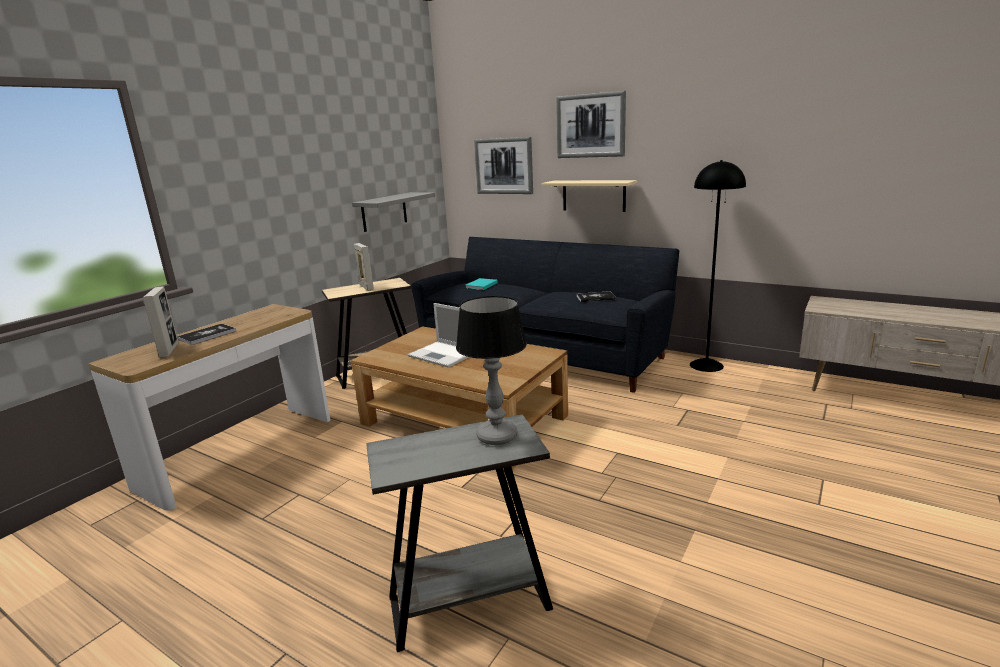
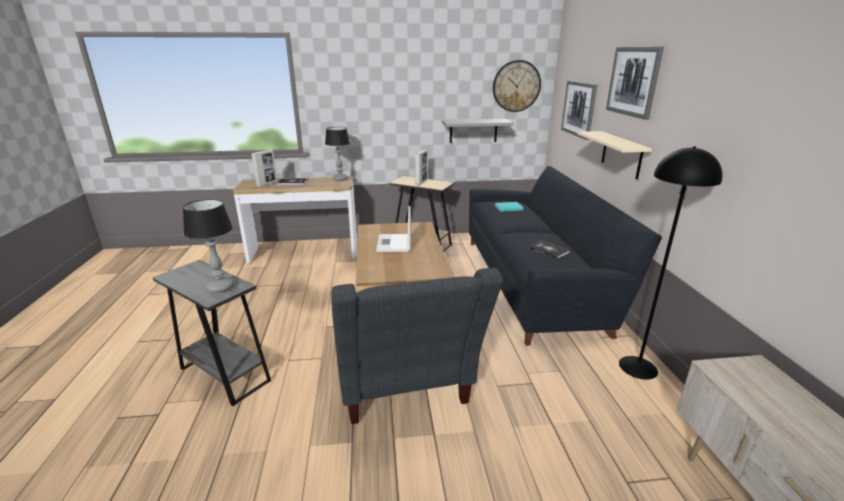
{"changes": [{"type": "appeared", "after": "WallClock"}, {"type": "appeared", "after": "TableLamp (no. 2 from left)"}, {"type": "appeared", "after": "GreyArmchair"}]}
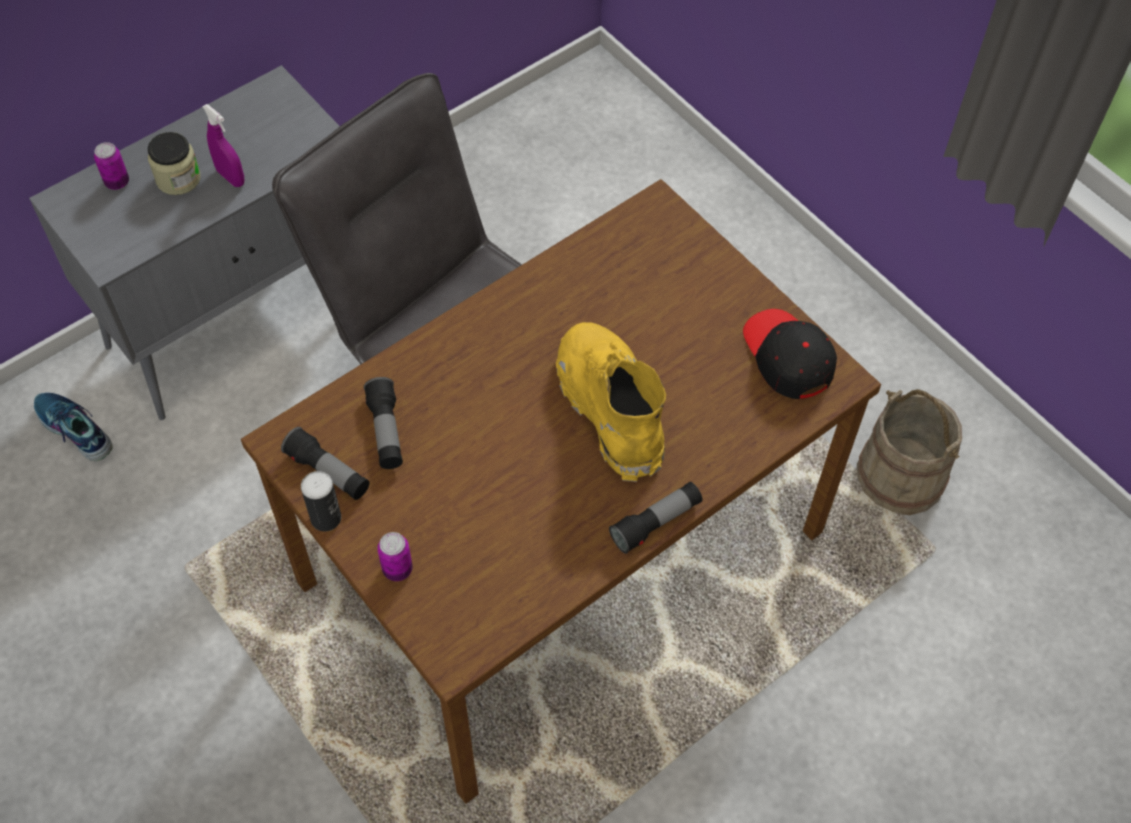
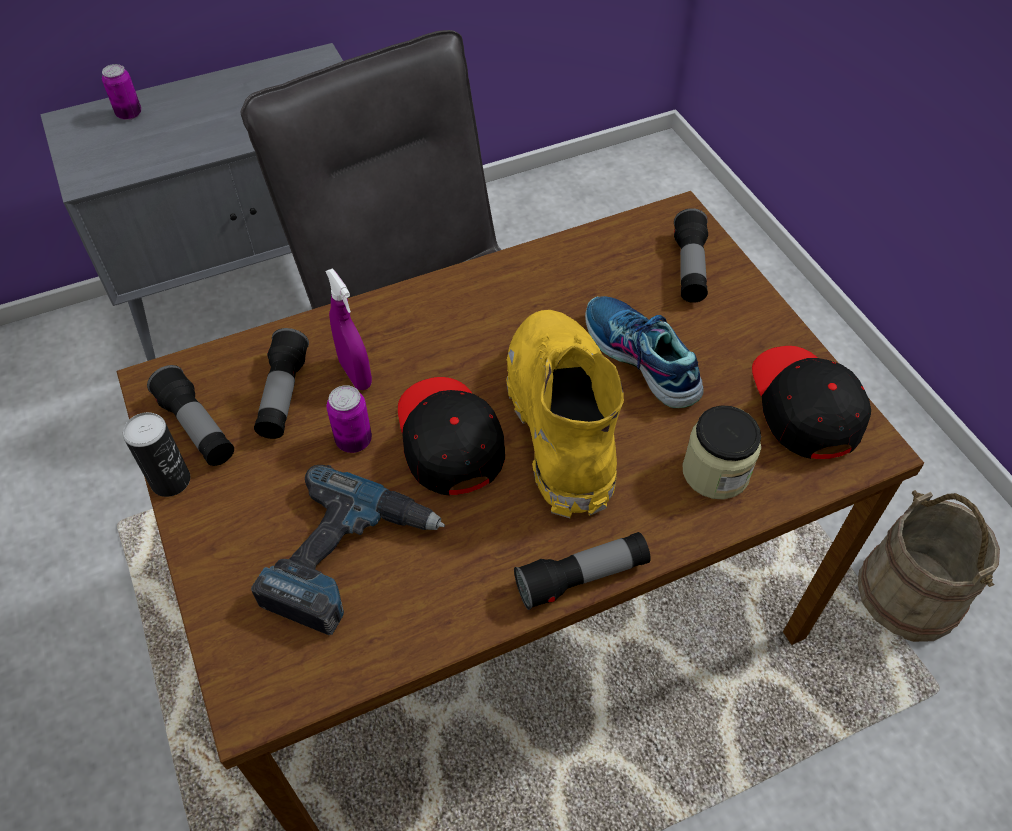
{"changes": [{"type": "relocated", "before": "PurpleSprayBottle"}, {"type": "relocated", "before": "Jar"}, {"type": "relocated", "before": "Shoe"}, {"type": "relocated", "before": "Can (no. 3 from left)"}, {"type": "appeared", "after": "Flashlight (no. 4 from left)"}, {"type": "appeared", "after": "BlackCap (no. 1 from left)"}, {"type": "appeared", "after": "PowerDrill"}]}
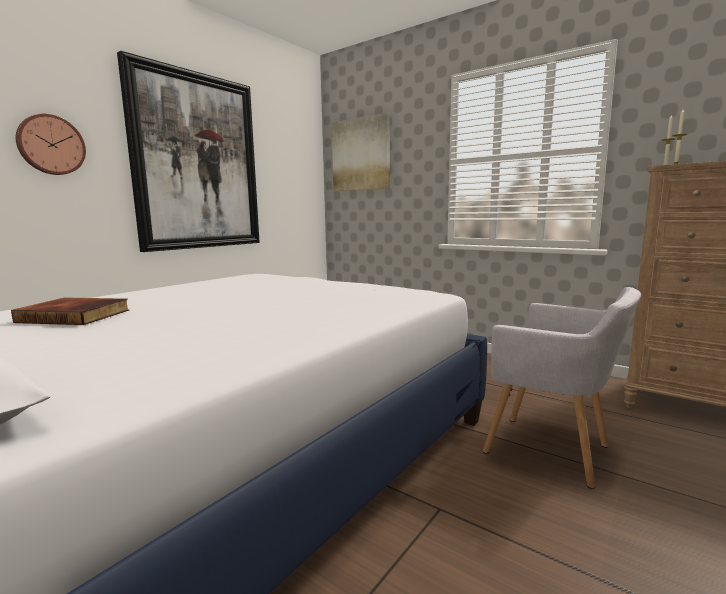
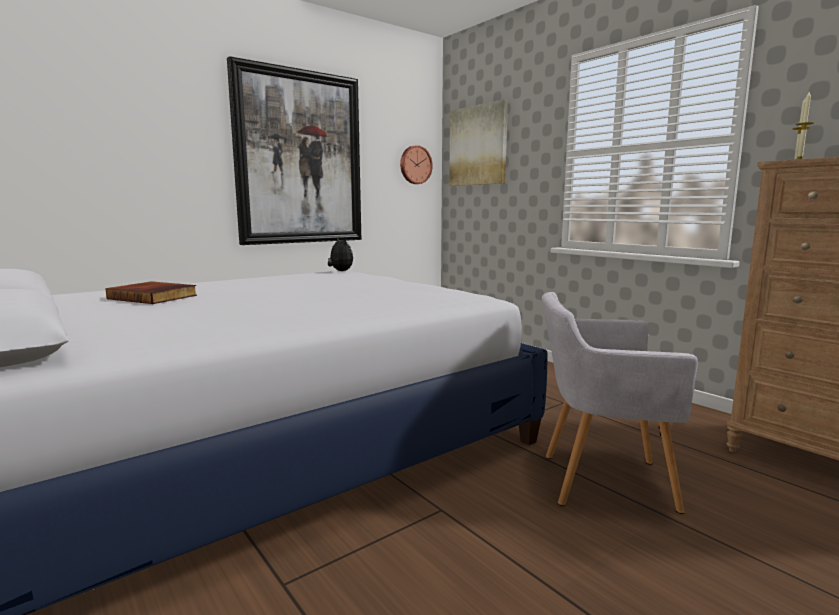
{"changes": [{"type": "relocated", "before": "WallClock"}, {"type": "spun", "before": "GreyArmchair", "turn": 135}, {"type": "appeared", "after": "PlushToy"}]}
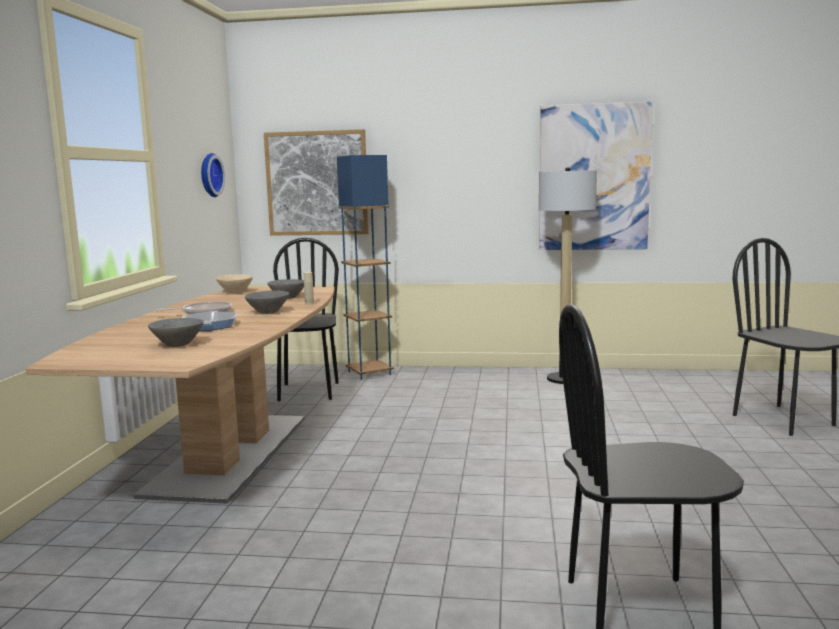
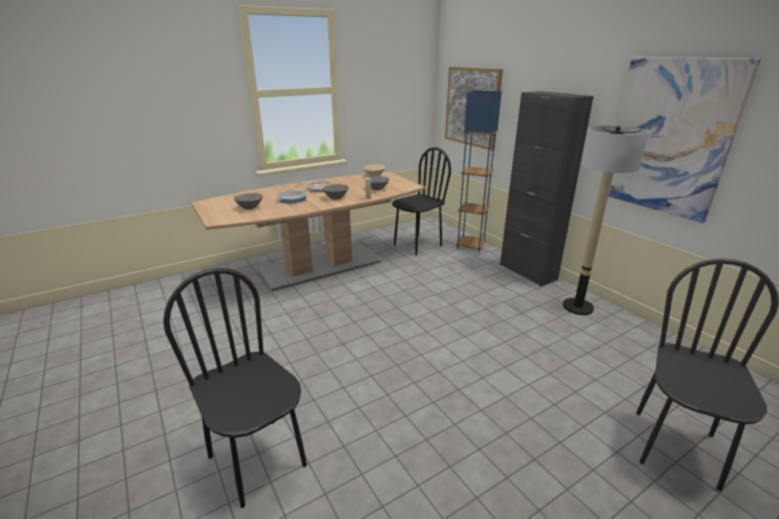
{"changes": [{"type": "missing", "before": "WallClock"}, {"type": "appeared", "after": "BlackCabinet"}]}
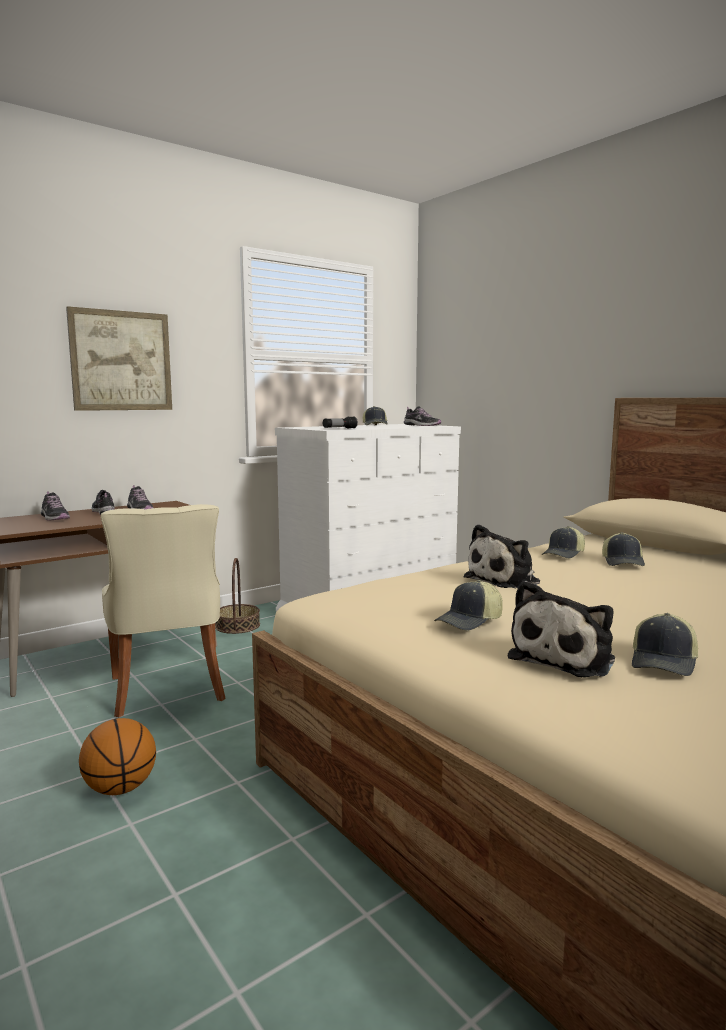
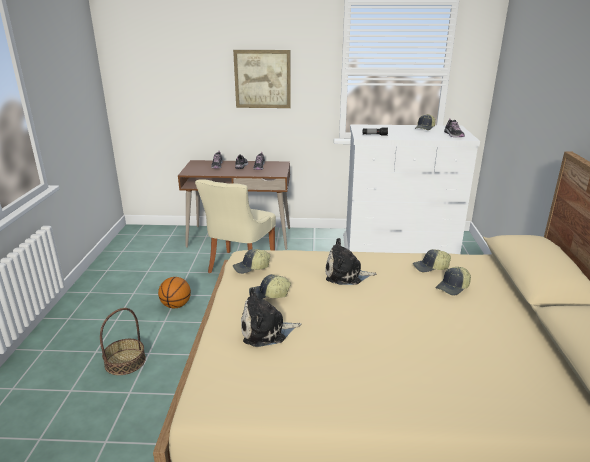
{"changes": [{"type": "relocated", "before": "Basket"}, {"type": "relocated", "before": "Cap (no. 5 from left in the first image)", "after": "Cap (no. 1 from left)"}]}
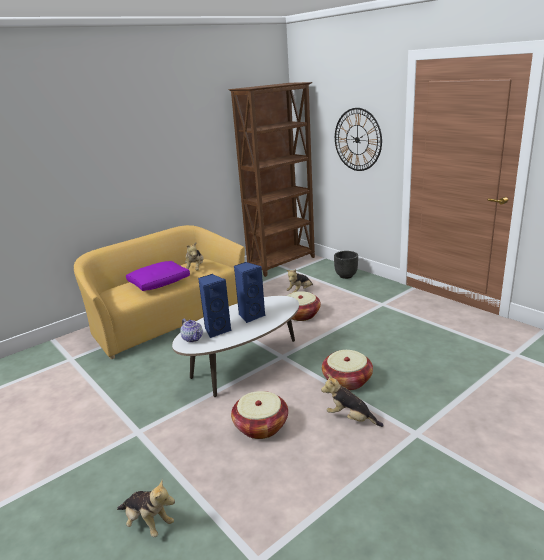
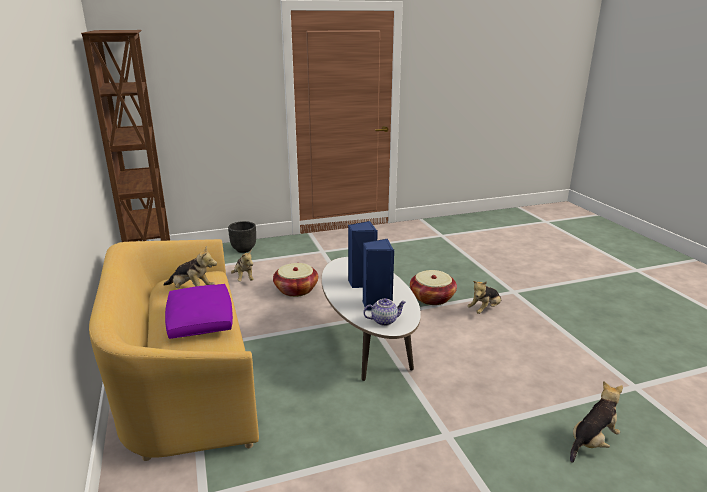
{"changes": [{"type": "missing", "before": "WallClock"}, {"type": "missing", "before": "Basket (no. 1 from left)"}]}
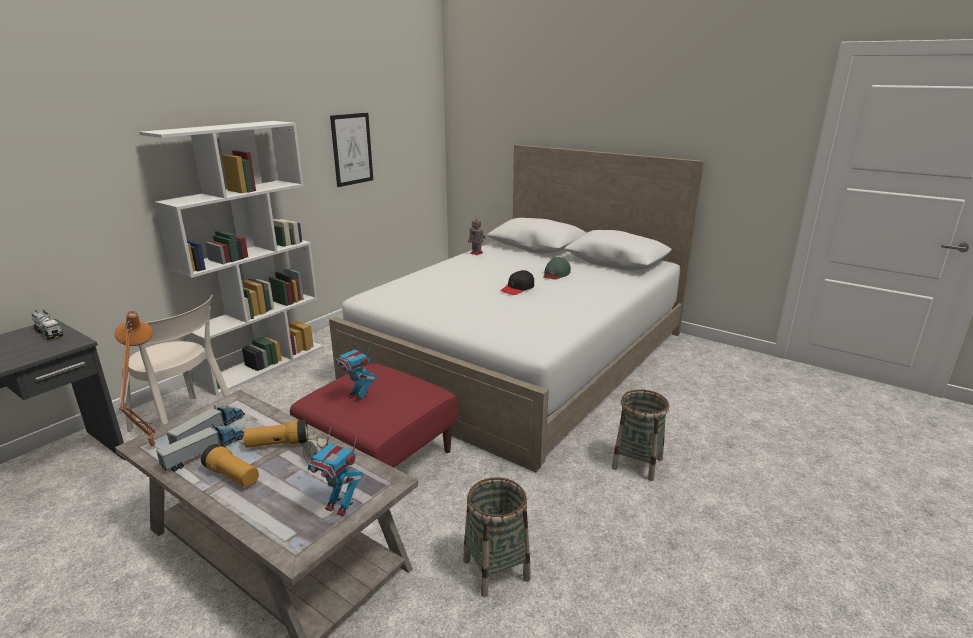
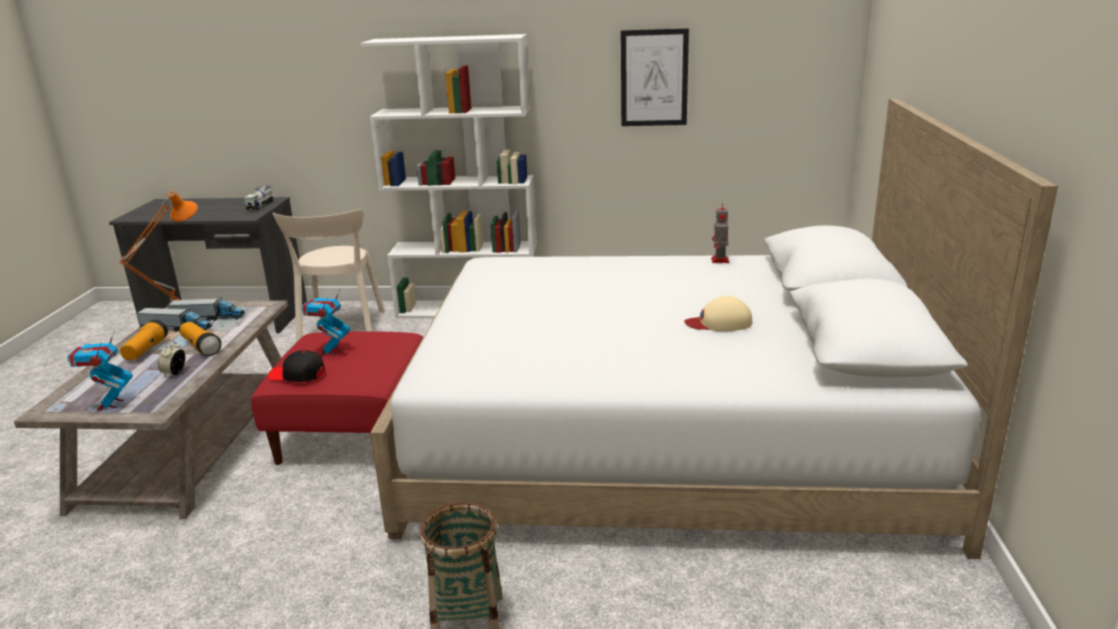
{"changes": [{"type": "colour", "before": "GreenCap", "after": "BeigeCap"}, {"type": "relocated", "before": "BlackCap"}, {"type": "missing", "before": "Basket (no. 1 from left)"}]}
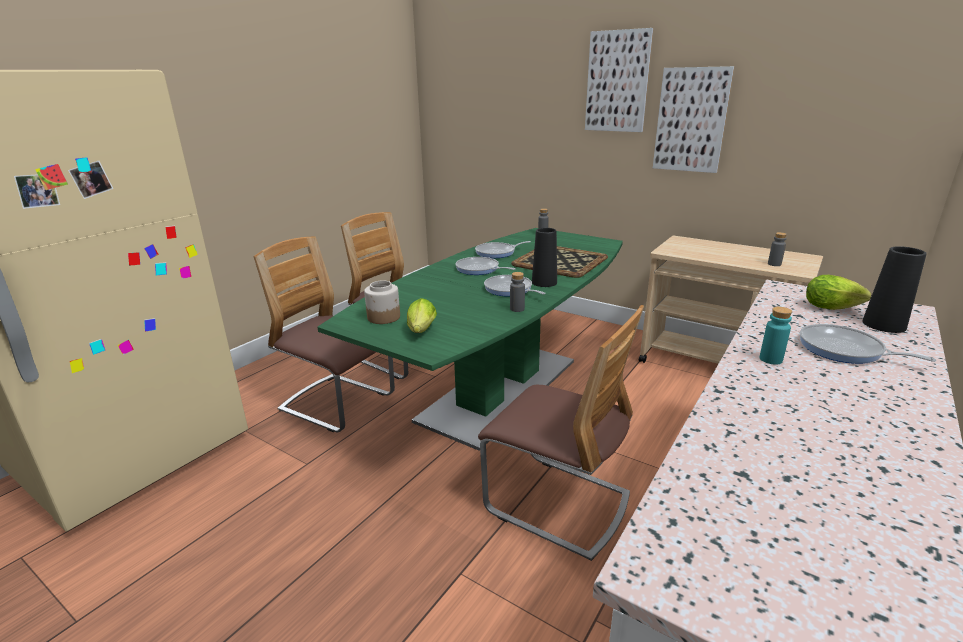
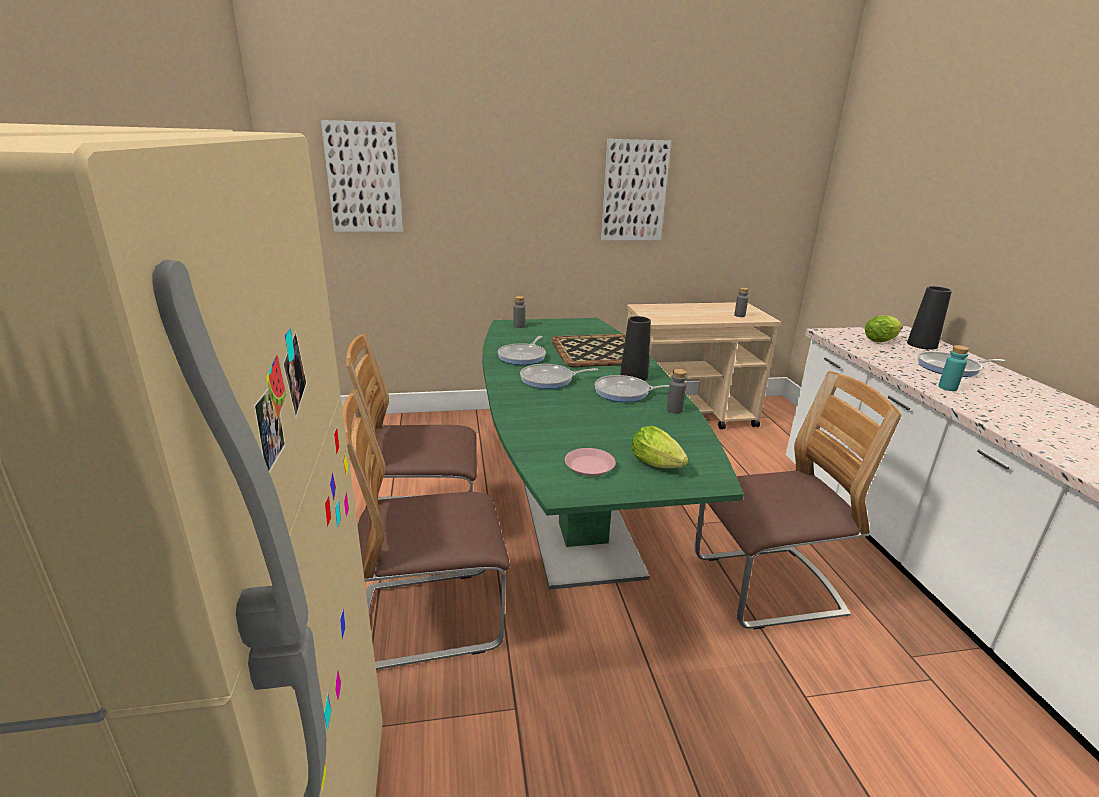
{"changes": [{"type": "relocated", "before": "Picture (no. 1 from left)"}, {"type": "exchanged", "before": "Jar", "after": "PinkPlate"}]}
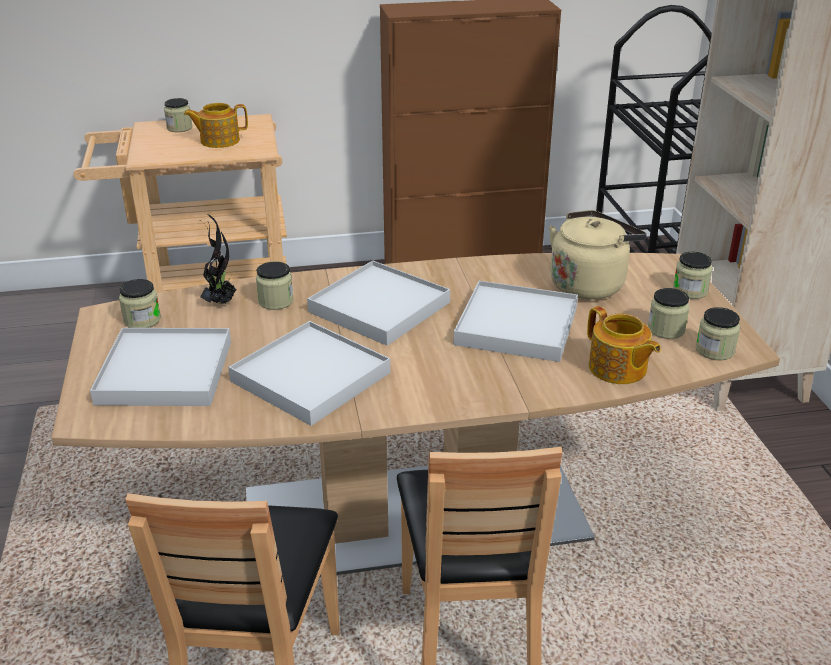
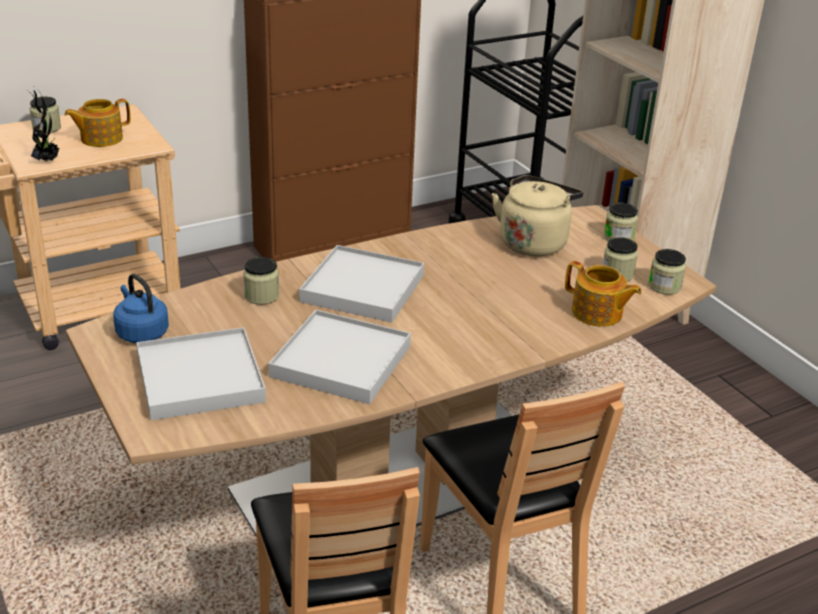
{"changes": [{"type": "relocated", "before": "PottedPlant"}, {"type": "exchanged", "before": "Jar (no. 1 from left)", "after": "BlueKettle"}, {"type": "missing", "before": "WhiteTray (no. 4 from left)"}]}
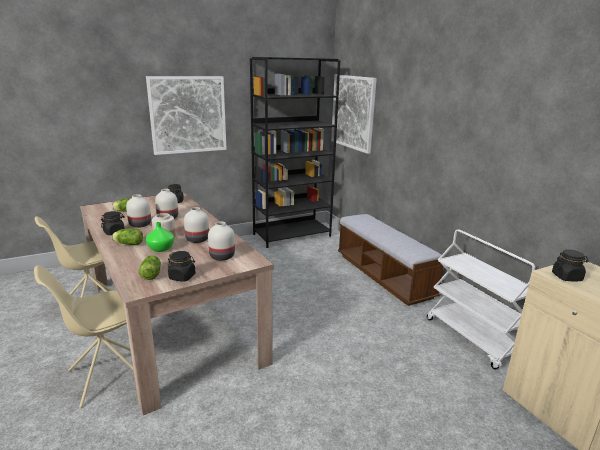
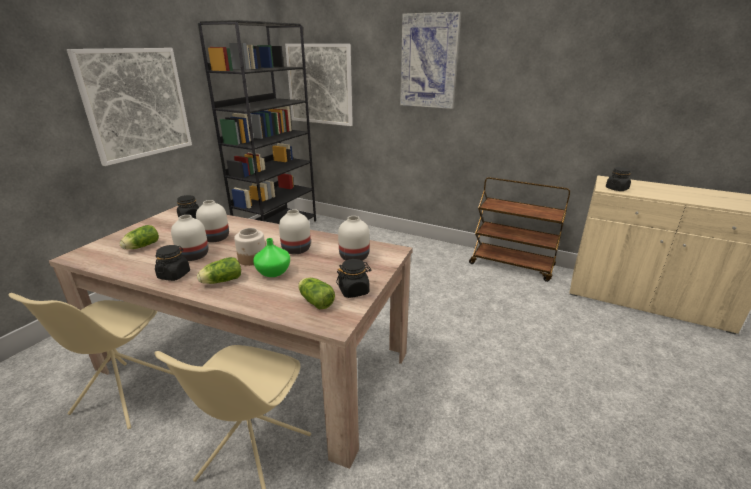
{"changes": [{"type": "missing", "before": "Bench"}, {"type": "colour", "before": "WhiteCart", "after": "BrownCart"}, {"type": "appeared", "after": "Picture (no. 3 from left)"}]}
